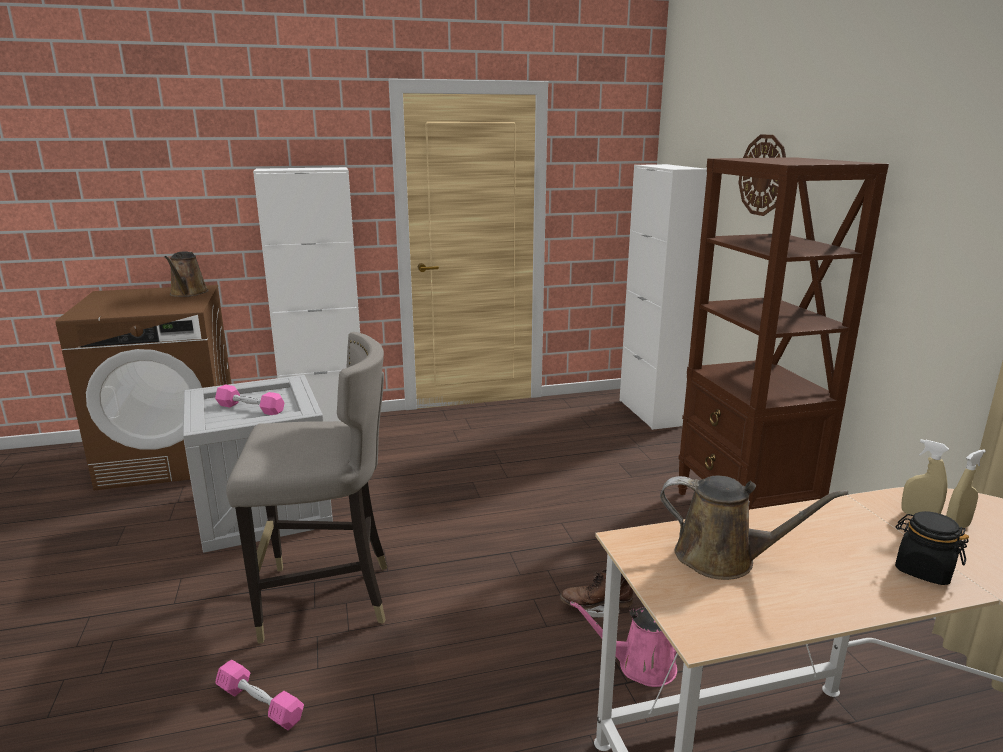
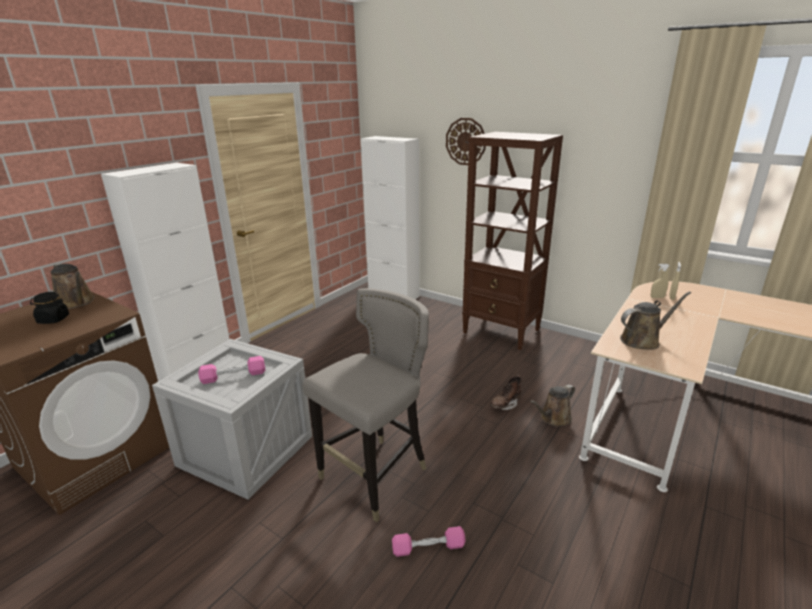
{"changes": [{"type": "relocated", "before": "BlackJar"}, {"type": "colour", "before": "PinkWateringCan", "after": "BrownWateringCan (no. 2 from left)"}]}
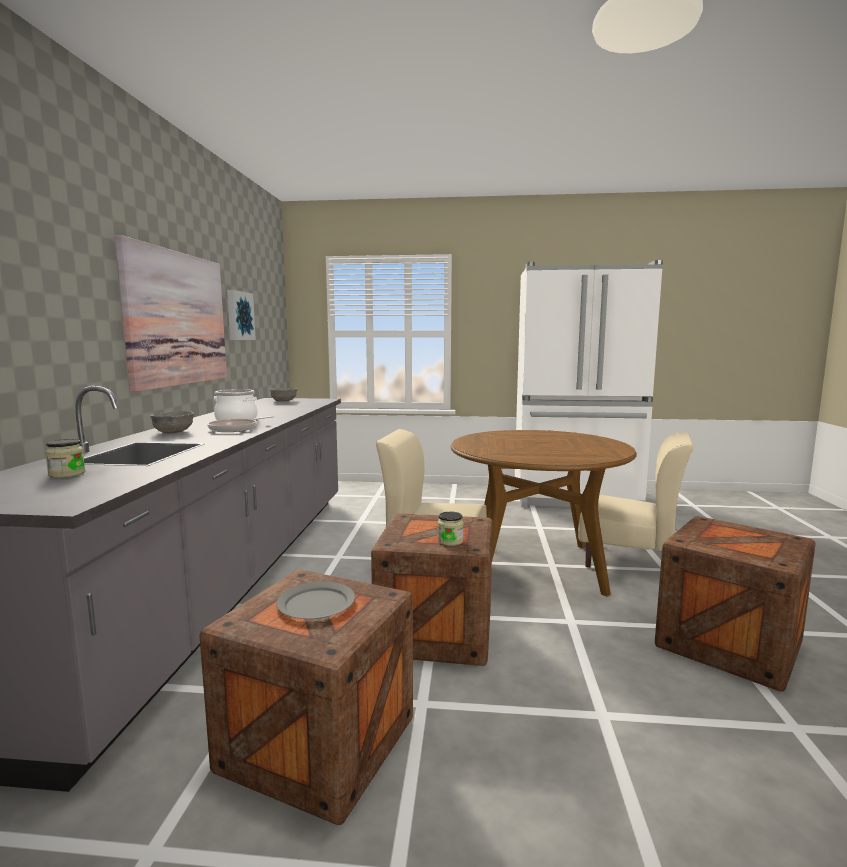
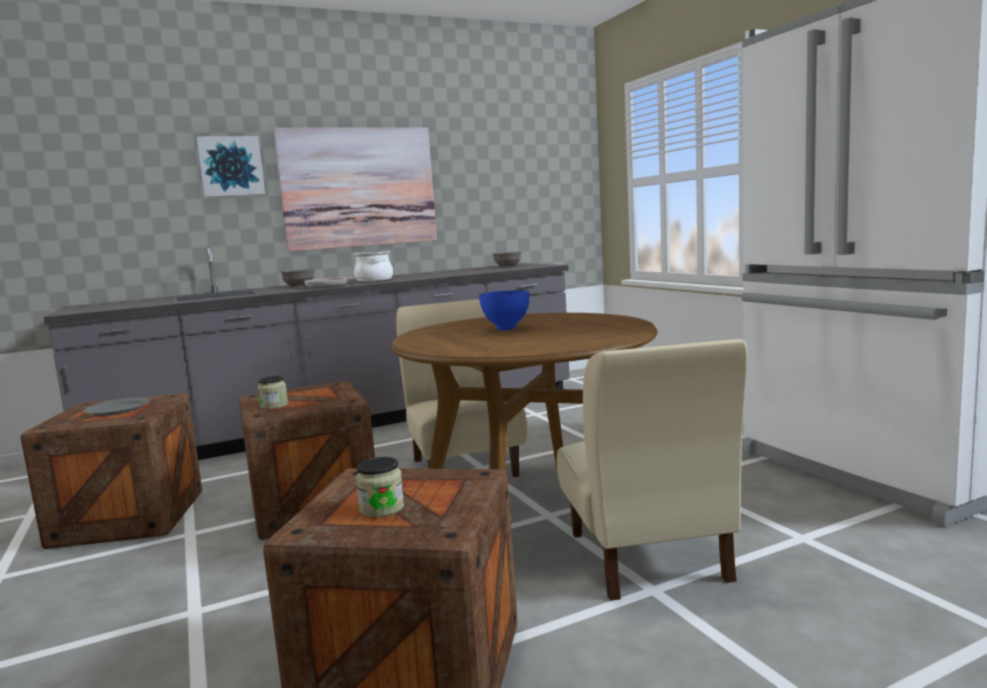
{"changes": [{"type": "relocated", "before": "Picture (no. 2 from left in the first image)", "after": "Picture (no. 1 from left)"}, {"type": "relocated", "before": "Jar (no. 1 from left in the first image)", "after": "Jar (no. 2 from left)"}, {"type": "appeared", "after": "BlueBowl"}]}
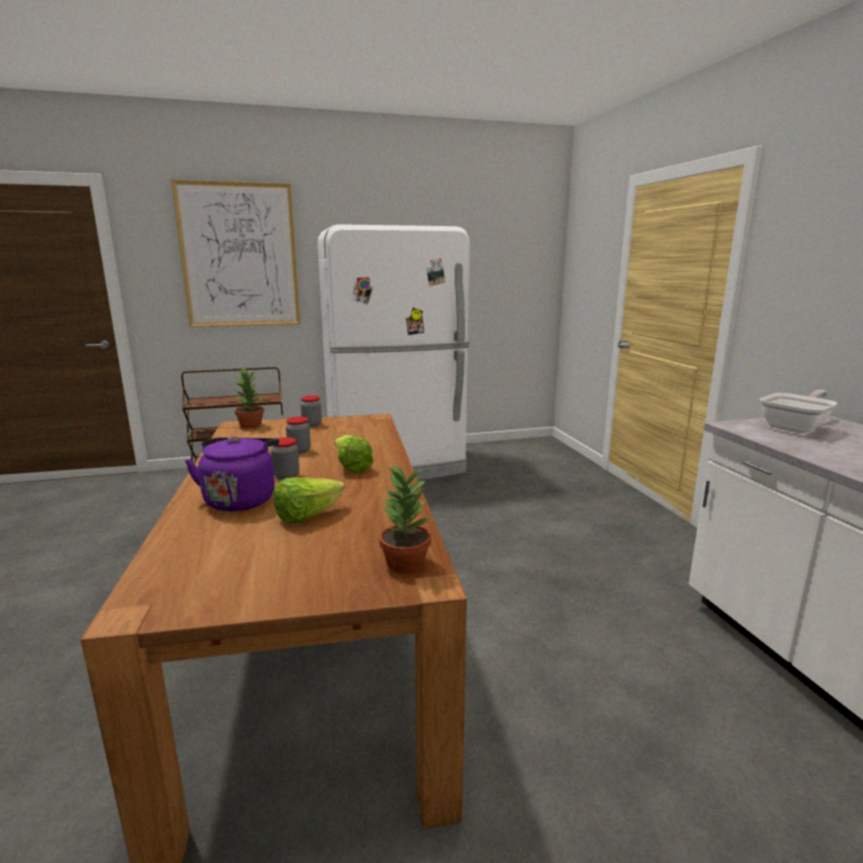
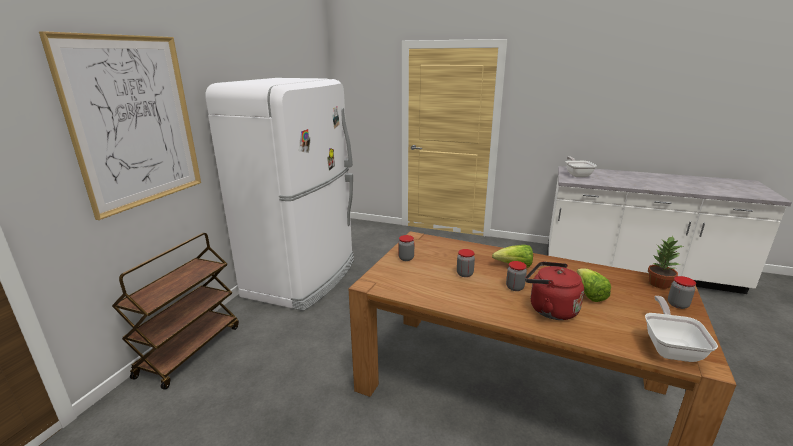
{"changes": [{"type": "missing", "before": "PottedPlant (no. 1 from left)"}, {"type": "colour", "before": "PurpleKettle", "after": "RedKettle"}, {"type": "appeared", "after": "Jar (no. 4 from left)"}, {"type": "appeared", "after": "FryingPan (no. 2 from left)"}]}
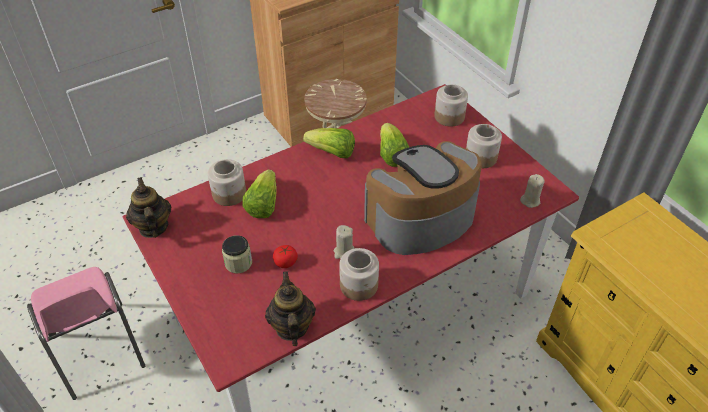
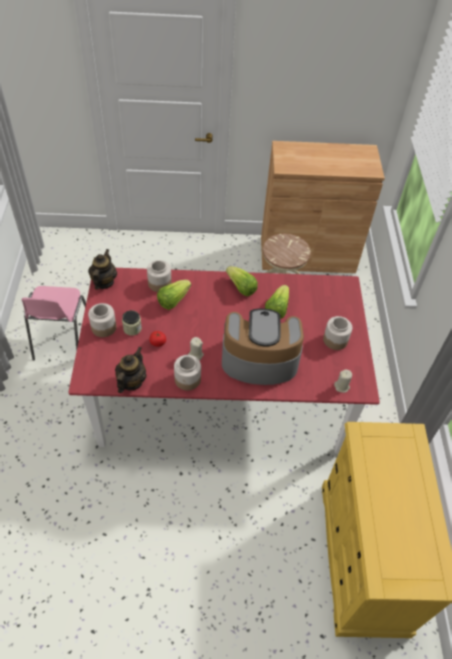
{"changes": [{"type": "relocated", "before": "Jar (no. 4 from left in the first image)", "after": "Jar (no. 1 from left)"}]}
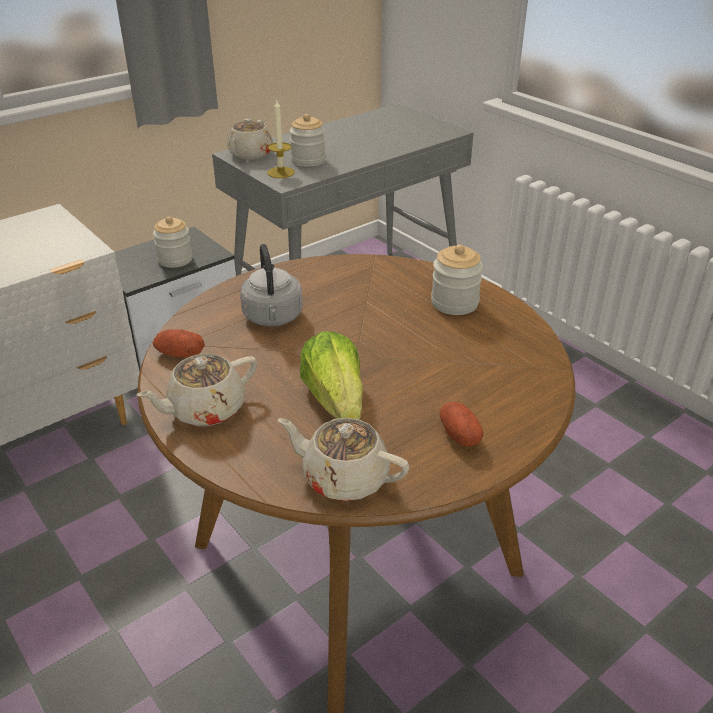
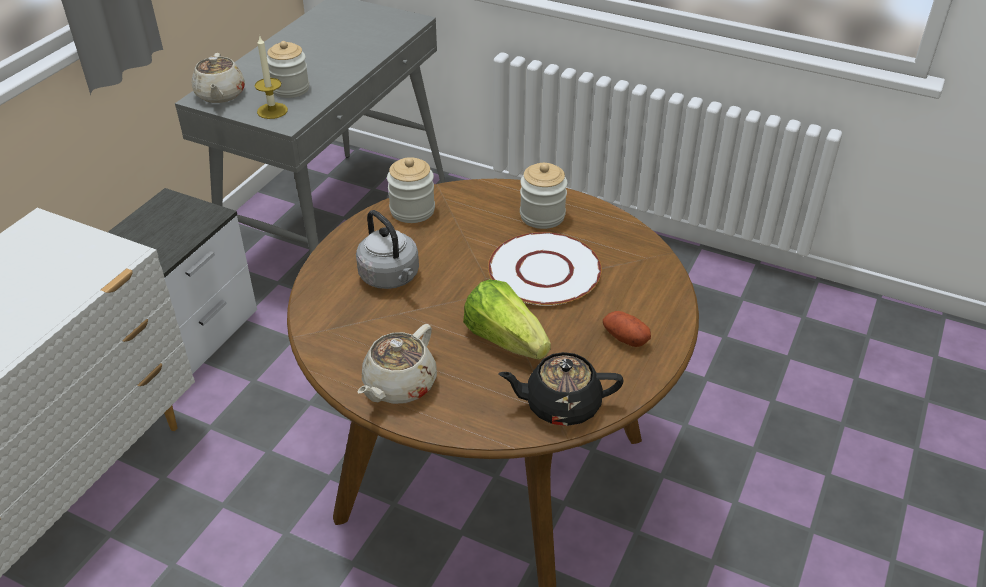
{"changes": [{"type": "relocated", "before": "Jar (no. 1 from left in the first image)", "after": "Jar (no. 2 from left)"}, {"type": "missing", "before": "Potato (no. 1 from left)"}, {"type": "colour", "before": "BeigeTeapot (no. 3 from left)", "after": "BlackTeapot"}, {"type": "appeared", "after": "WhitePlate"}]}
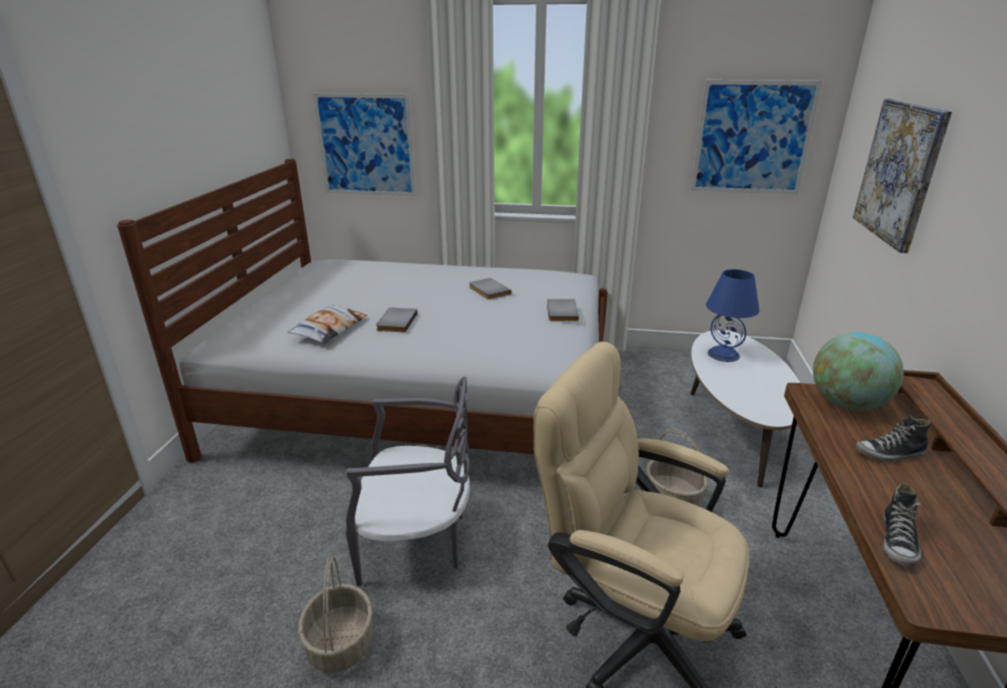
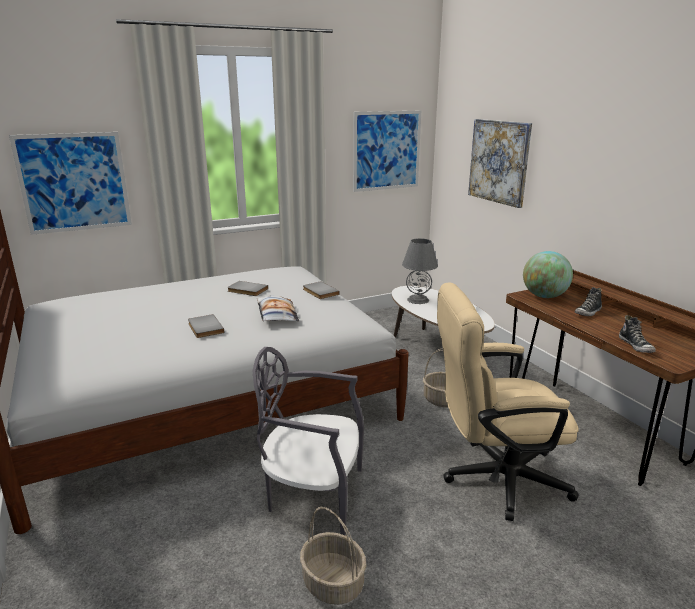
{"changes": [{"type": "colour", "before": "BlueTableLamp", "after": "GreyTableLamp"}, {"type": "relocated", "before": "Pillow"}, {"type": "spun", "before": "GreyChair", "turn": -135}]}
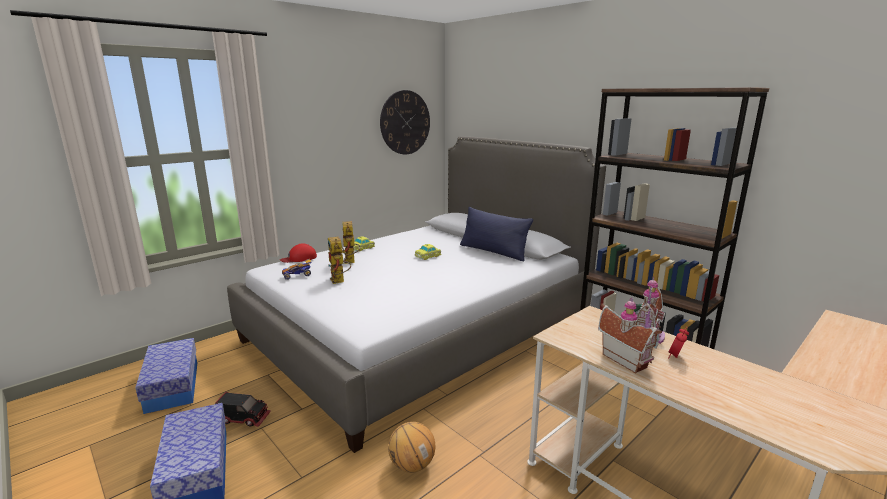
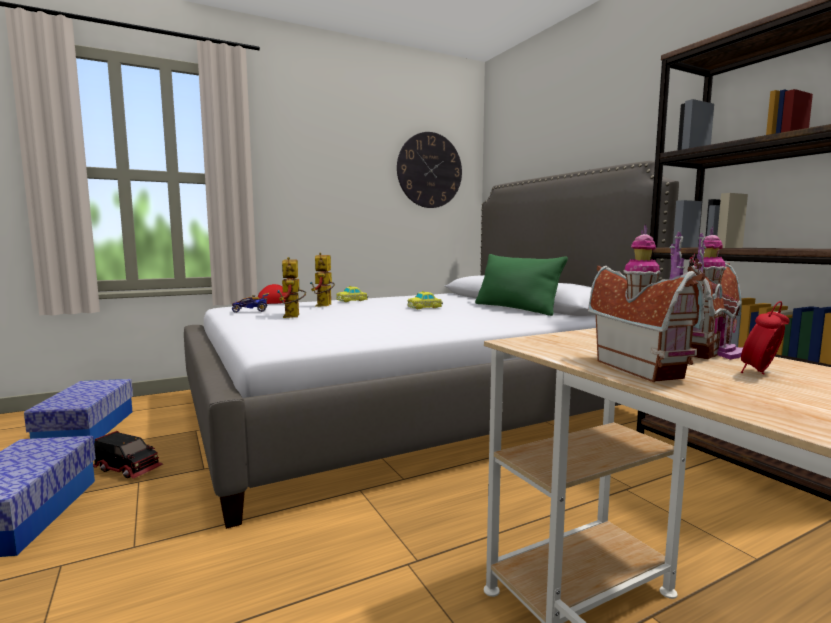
{"changes": [{"type": "colour", "before": "BluePillow", "after": "GreenPillow"}, {"type": "missing", "before": "Basketball"}]}
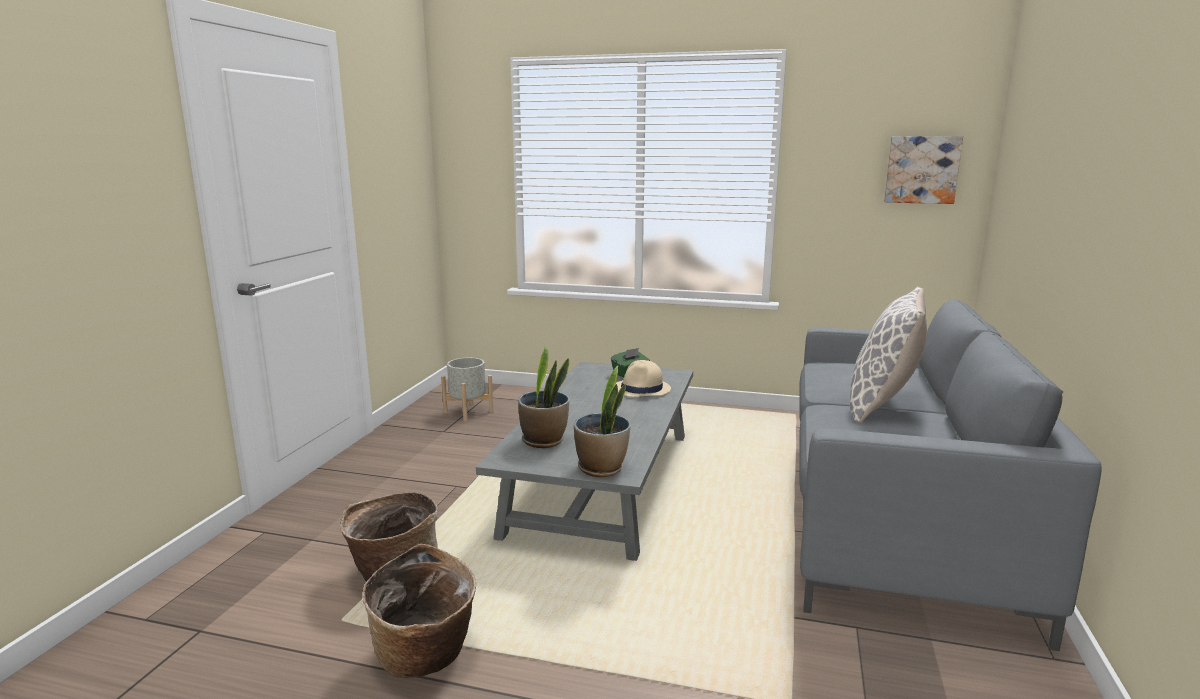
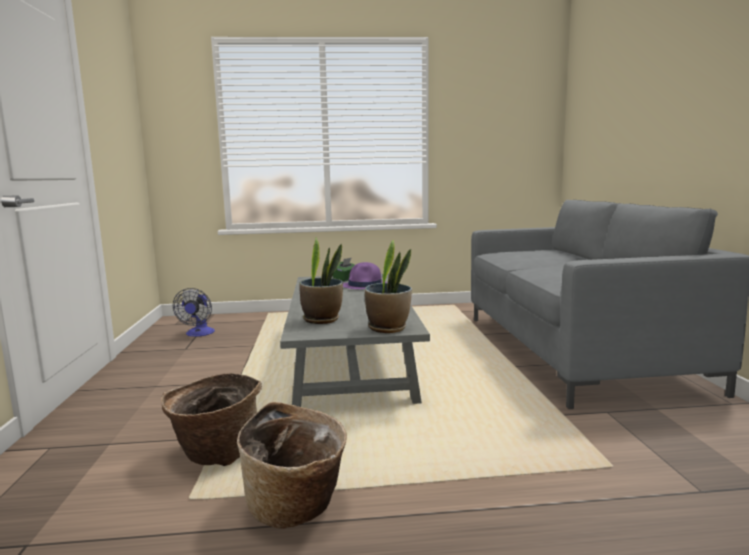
{"changes": [{"type": "missing", "before": "Picture"}, {"type": "missing", "before": "Pillow"}, {"type": "exchanged", "before": "GreyPlanter", "after": "Fan"}, {"type": "colour", "before": "BeigeHat", "after": "PurpleHat"}]}
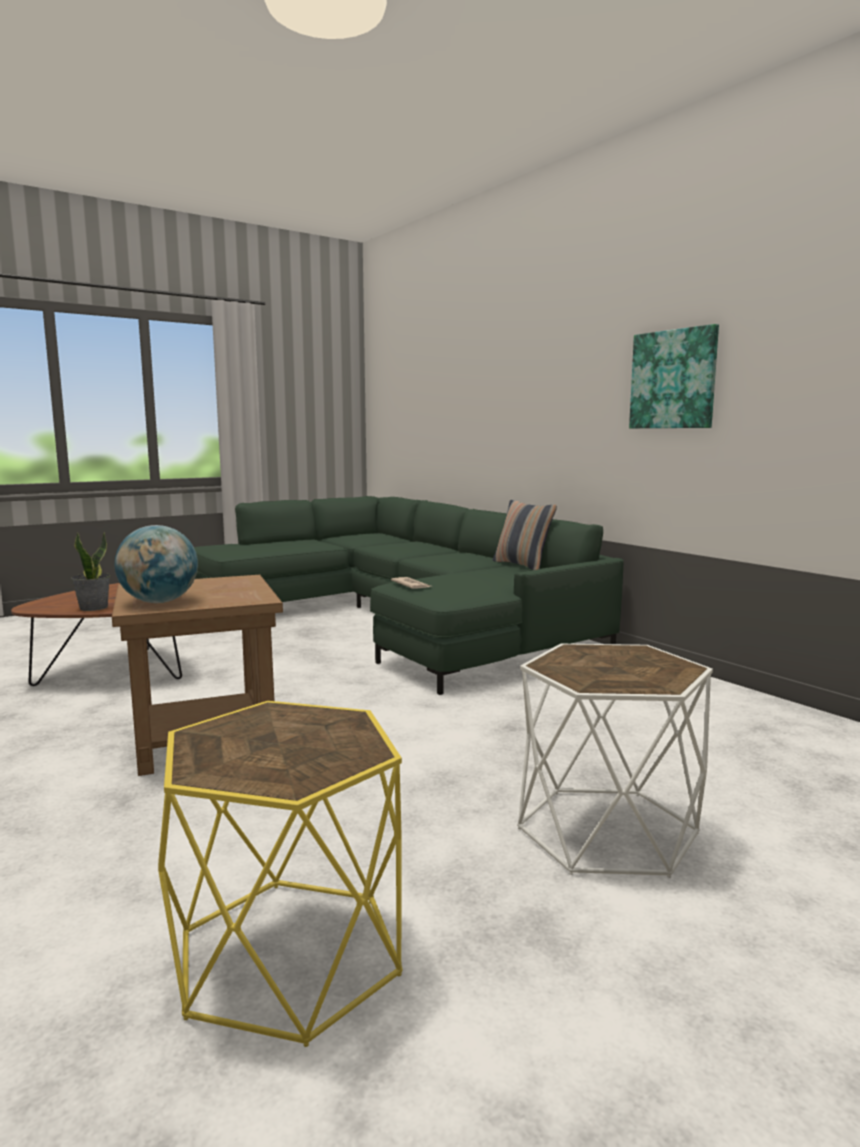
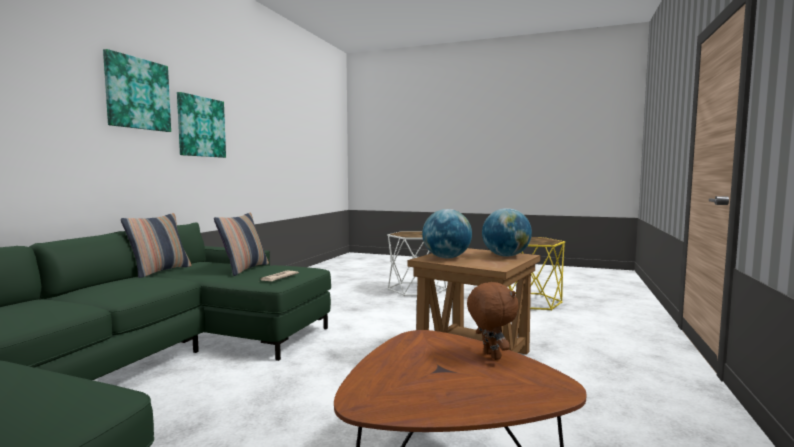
{"changes": [{"type": "exchanged", "before": "PottedPlant", "after": "BrownPlushToy"}, {"type": "appeared", "after": "Picture (no. 1 from left)"}, {"type": "appeared", "after": "Globe (no. 1 from left)"}, {"type": "appeared", "after": "Pillow (no. 2 from left)"}]}
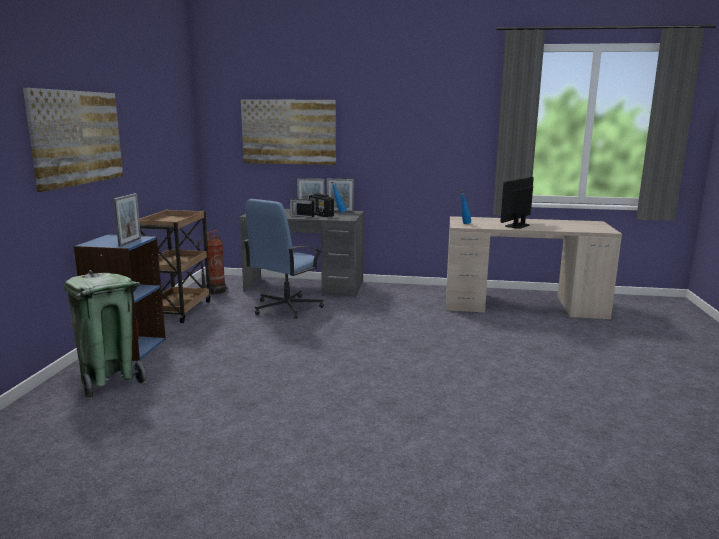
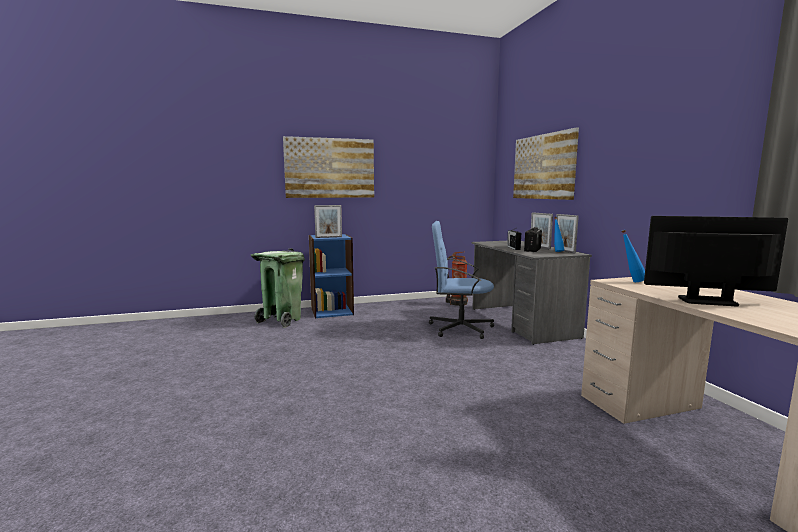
{"changes": [{"type": "missing", "before": "BrownCart"}]}
